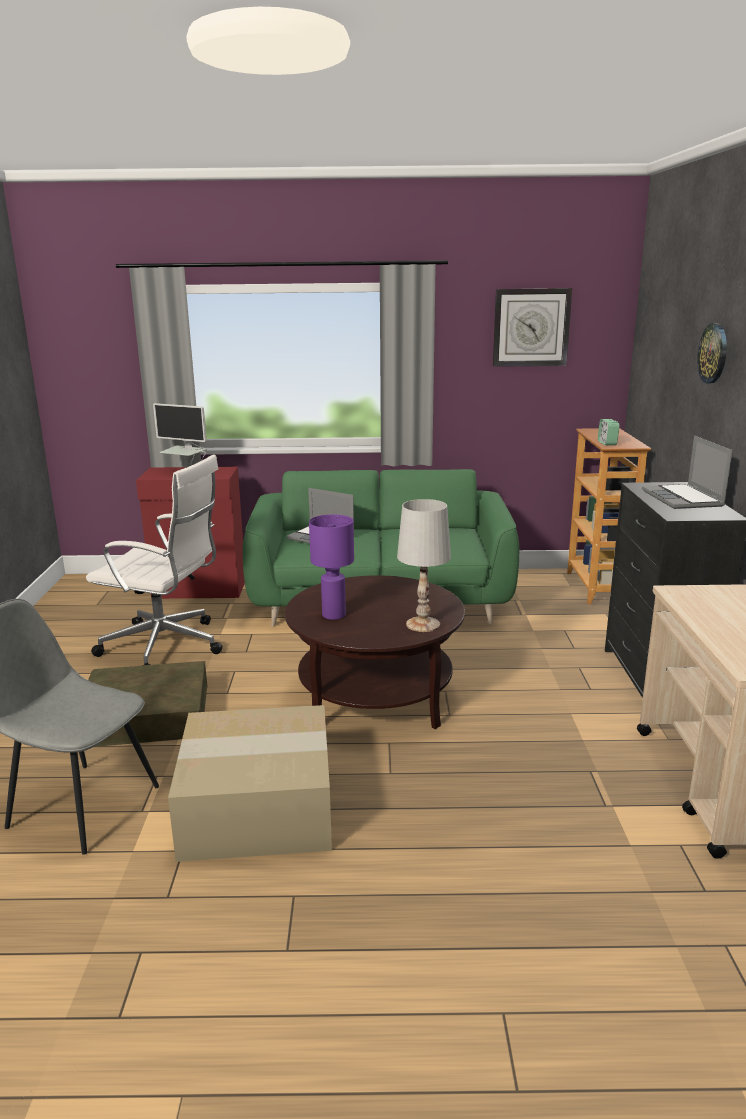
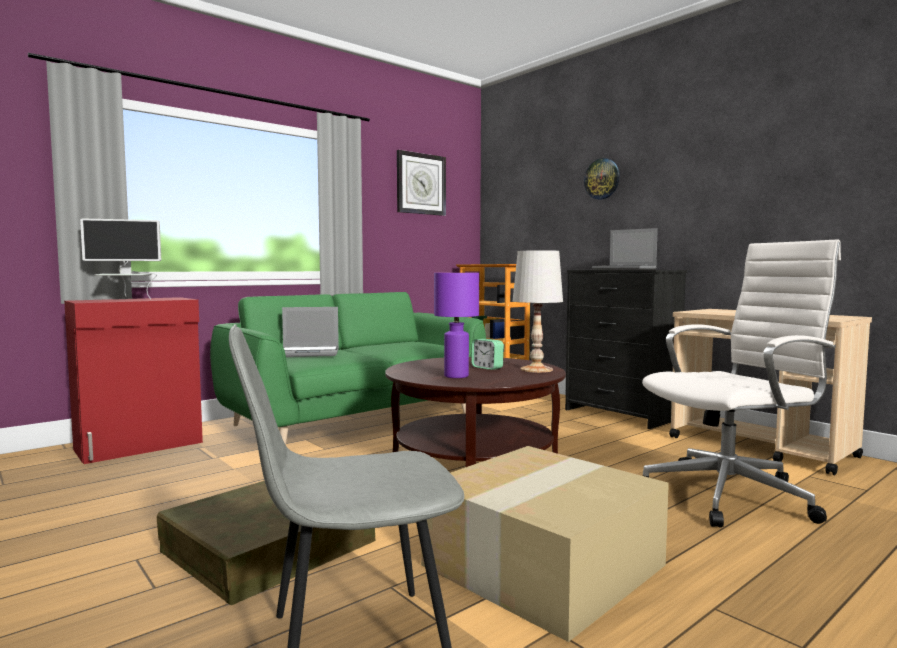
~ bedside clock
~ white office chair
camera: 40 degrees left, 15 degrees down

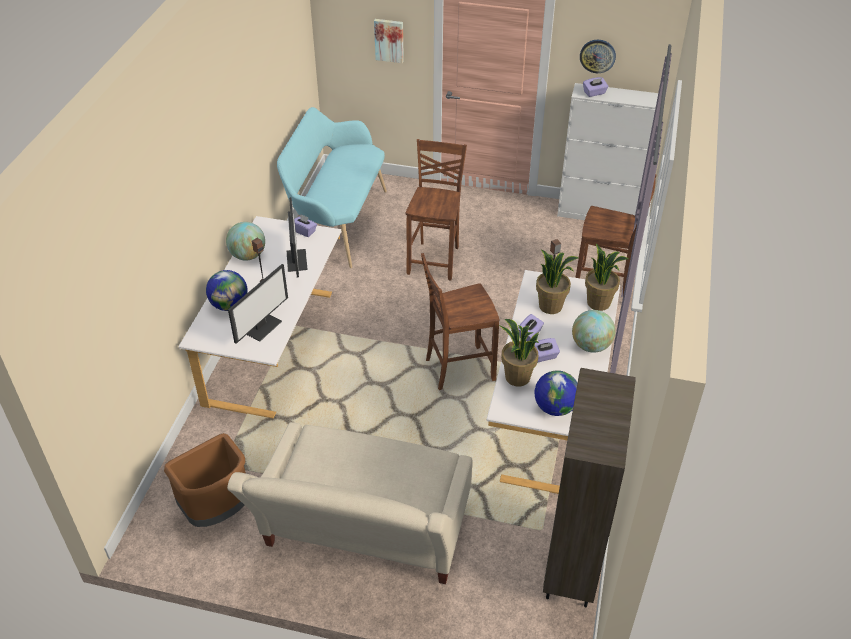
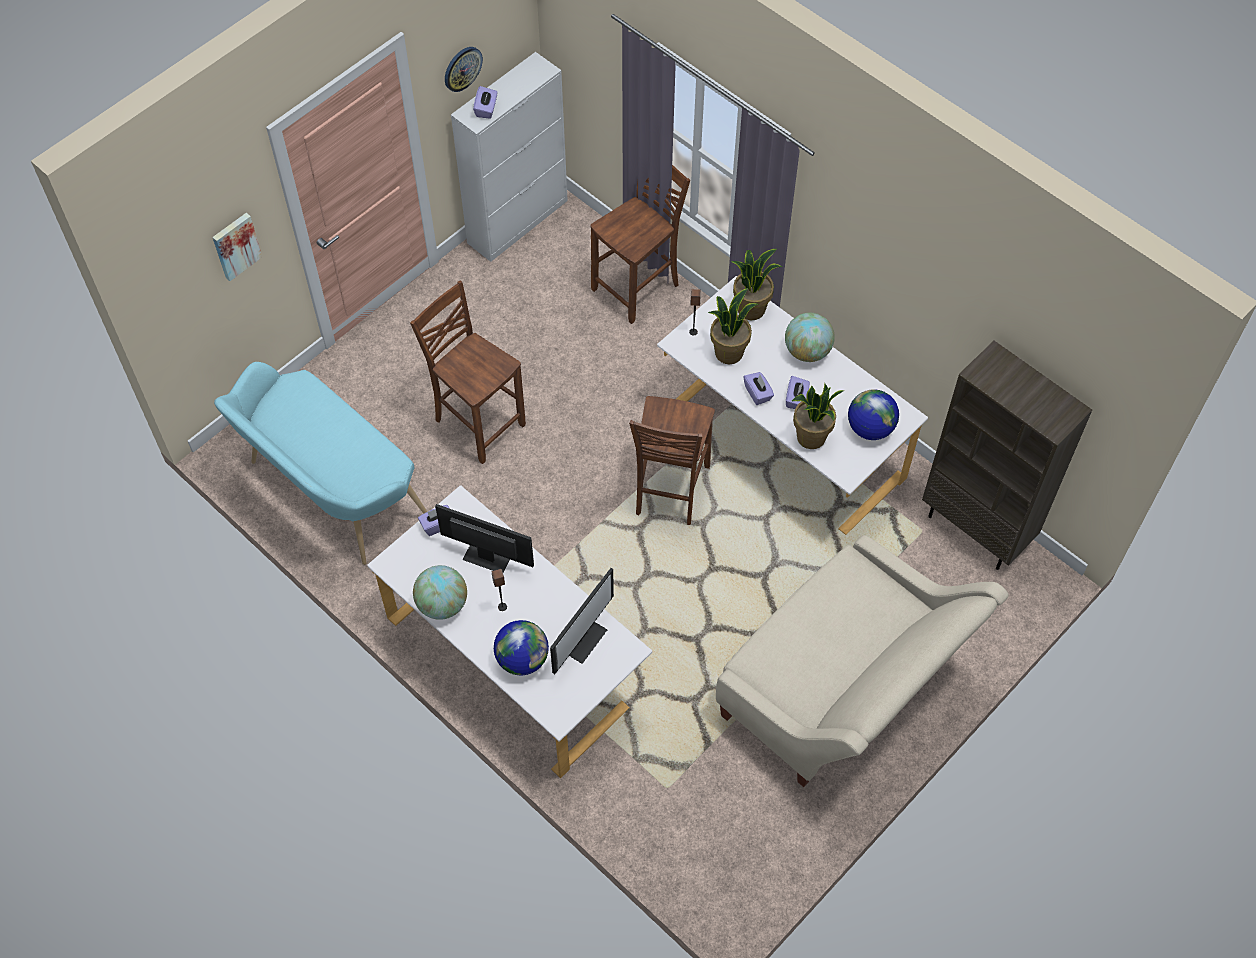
~ monitor (1st from left in the first image) 60 degrees clockwise
- brown-coloured trash can
camera: 60 degrees left, 15 degrees up

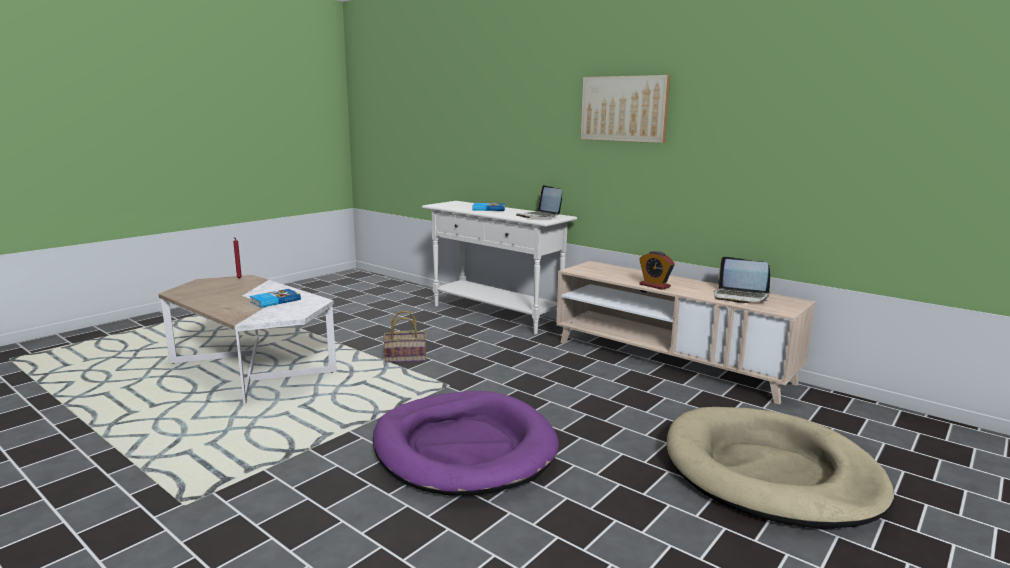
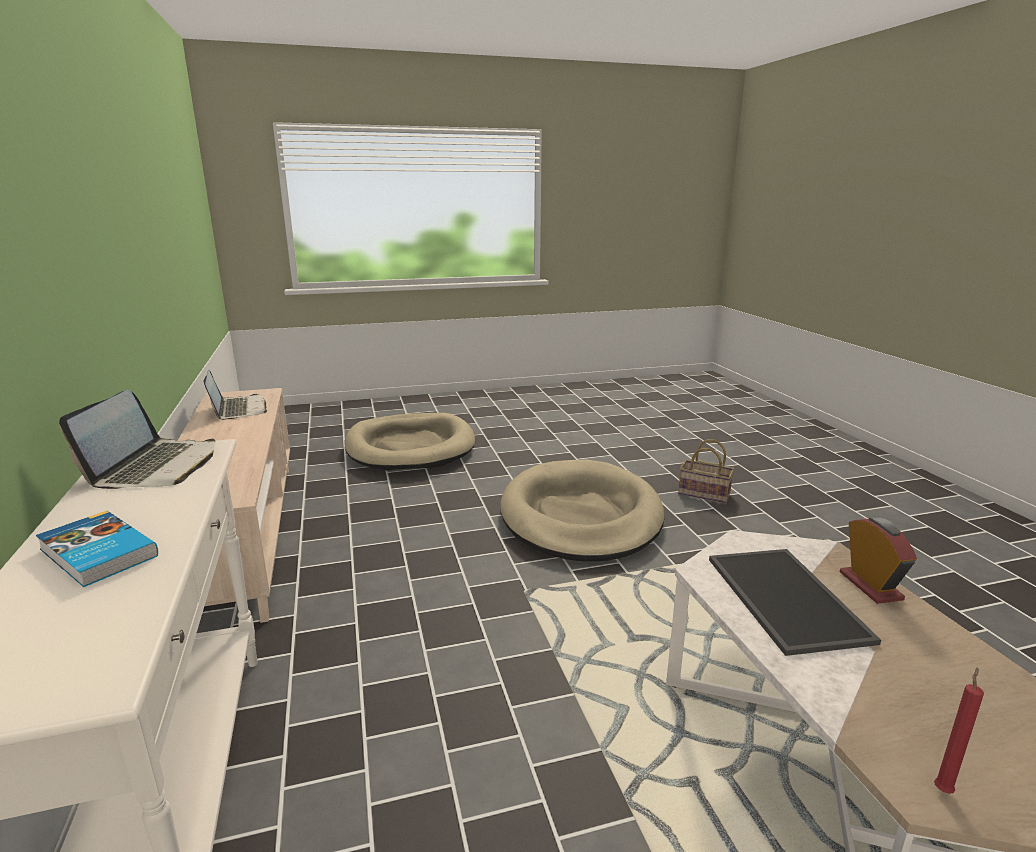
- picture
~ bedside clock
~ volume (1st from left) to tray
~ basket
~ purple dog bed to sand-coloured dog bed (2nd from left)
camera: 145 degrees left, 5 degrees up

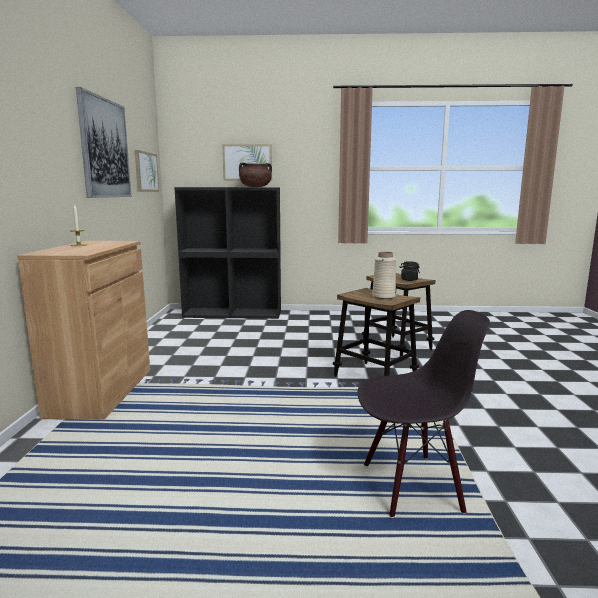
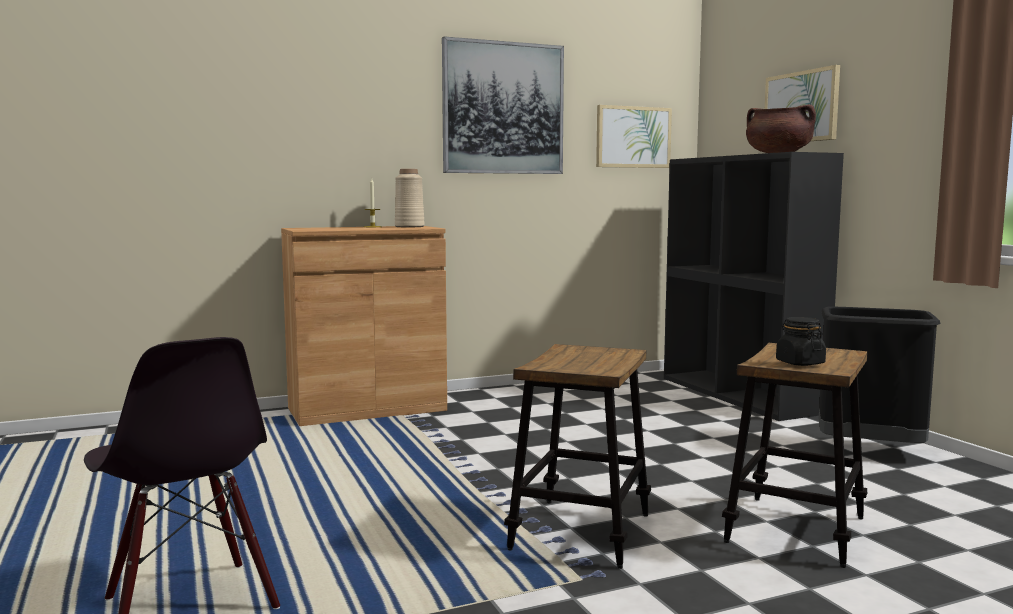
~ sand-coloured flower vase
+ black-coloured trash can
camera: 65 degrees right, 5 degrees down

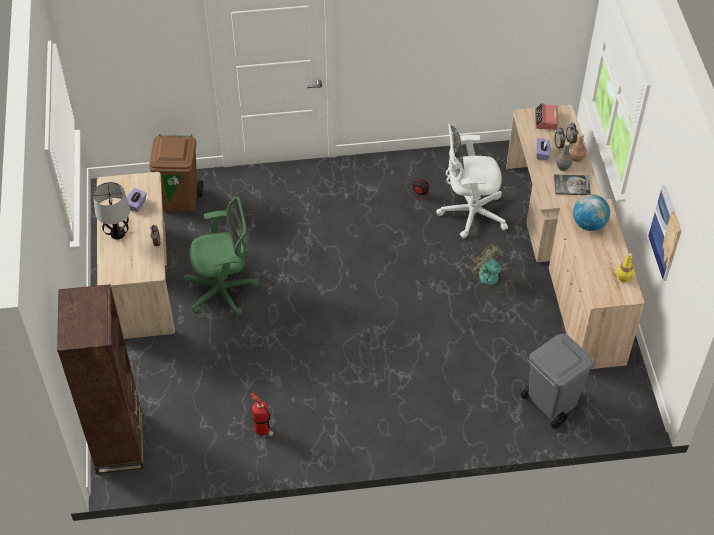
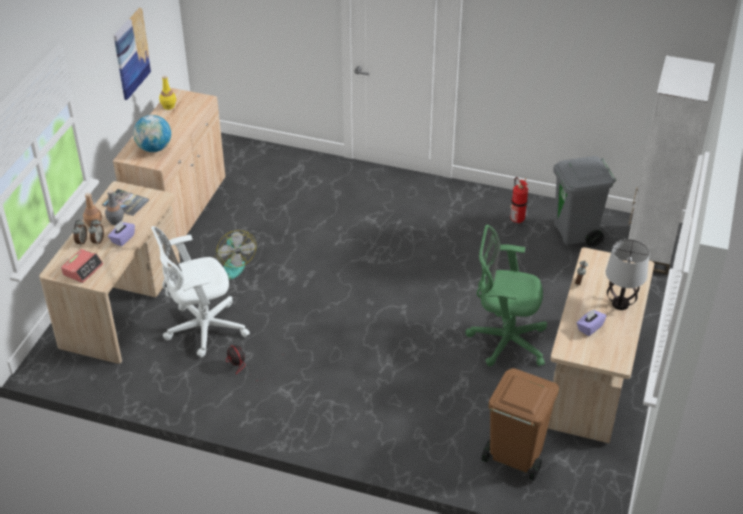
~ white office chair 135 degrees clockwise
~ brown-coloured bookcase to white bookcase
~ grey trash can
camera: 155 degrees left, 10 degrees down

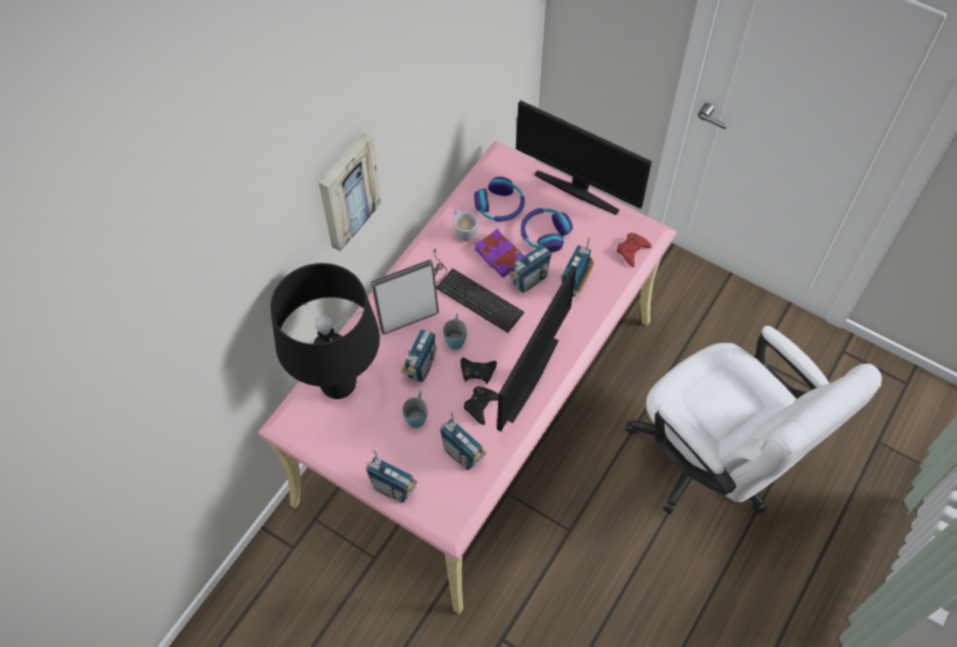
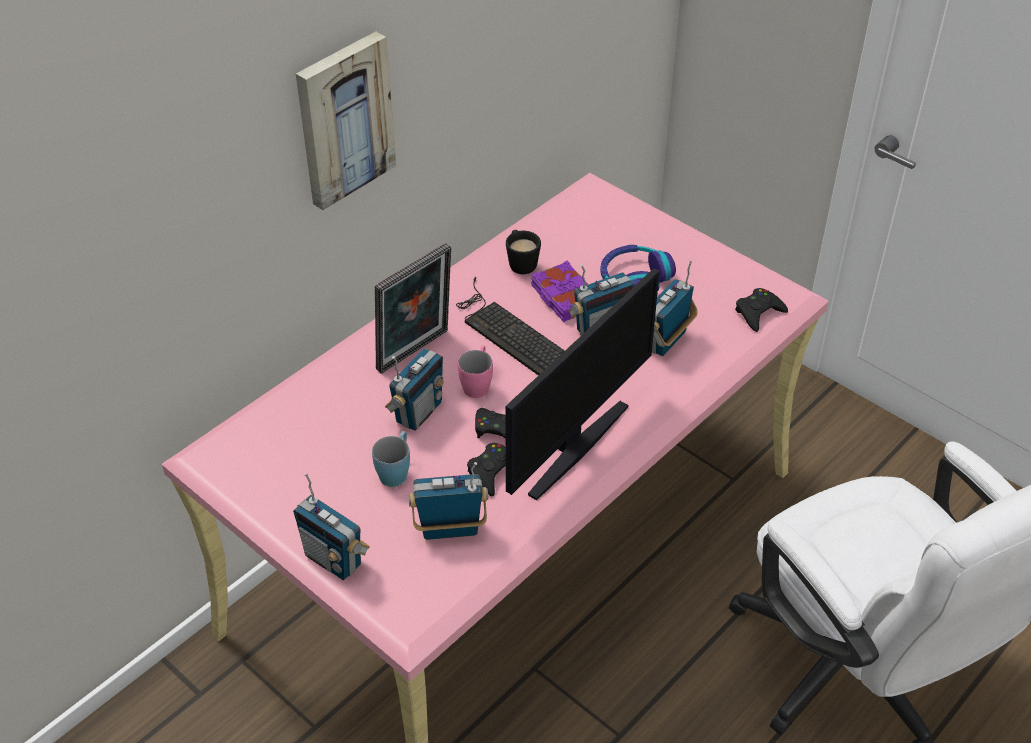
- monitor (2nd from left)
- headphones (1st from left)
~ white mug to black-coloured mug
~ red game controller to black-coloured game controller (3rd from left)
~ picture frame 150 degrees clockwise
- black-coloured tabletop lamp
~ blue mug (2nd from left) to pink mug
~ radio set (3rd from left) 120 degrees clockwise
camera: 10 degrees right, 15 degrees down

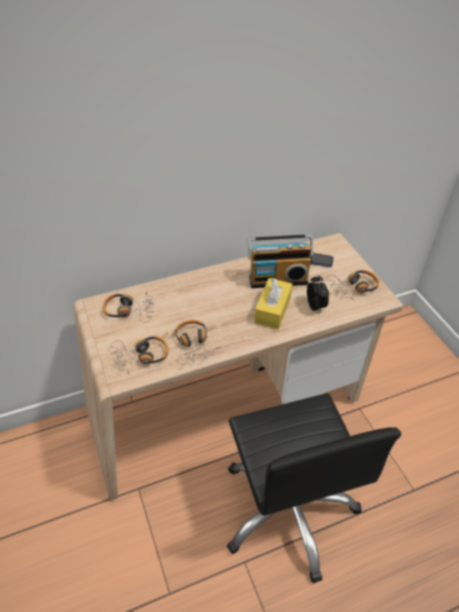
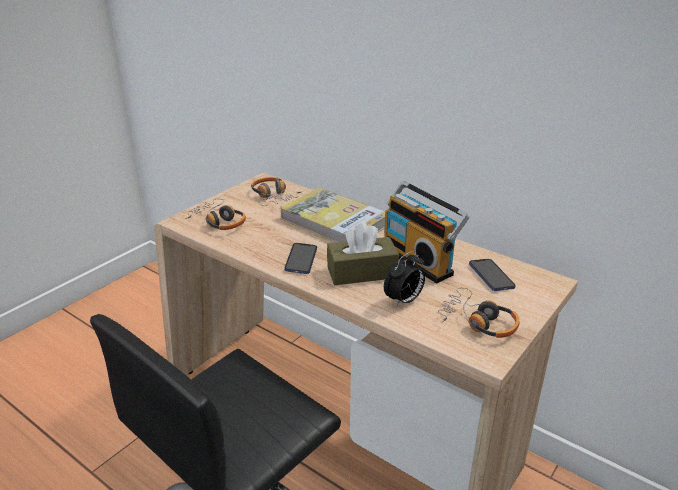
~ yellowish tissue box to brown-coloured tissue box
- headphones (3rd from left)
+ volume
+ handset (1st from left)
camera: 60 degrees right, 15 degrees down

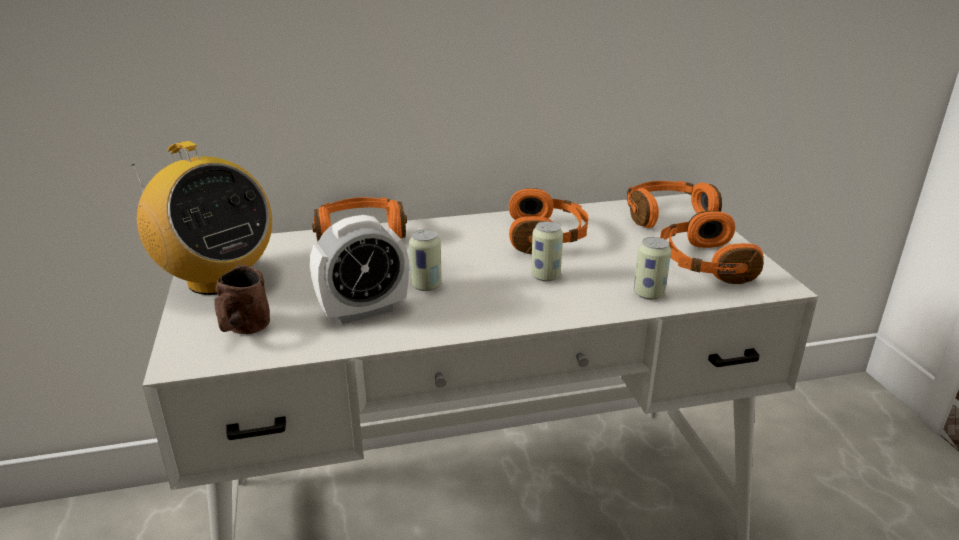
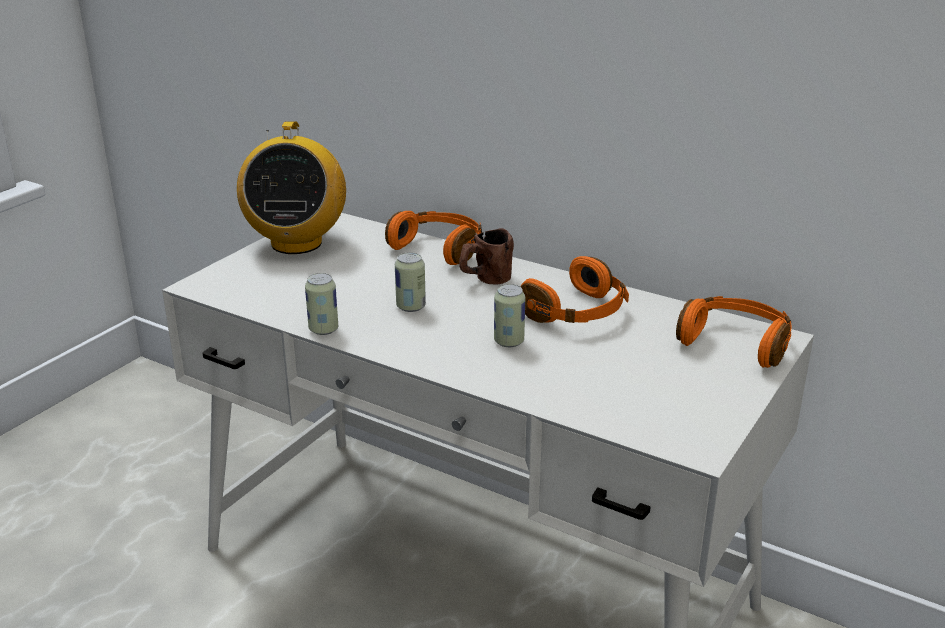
- orangey headphones (4th from left)
- bedside clock
~ sealed can (3rd from left in the first image) to sealed can (1st from left)
~ brown-coloured mug
camera: 45 degrees right, 0 degrees up

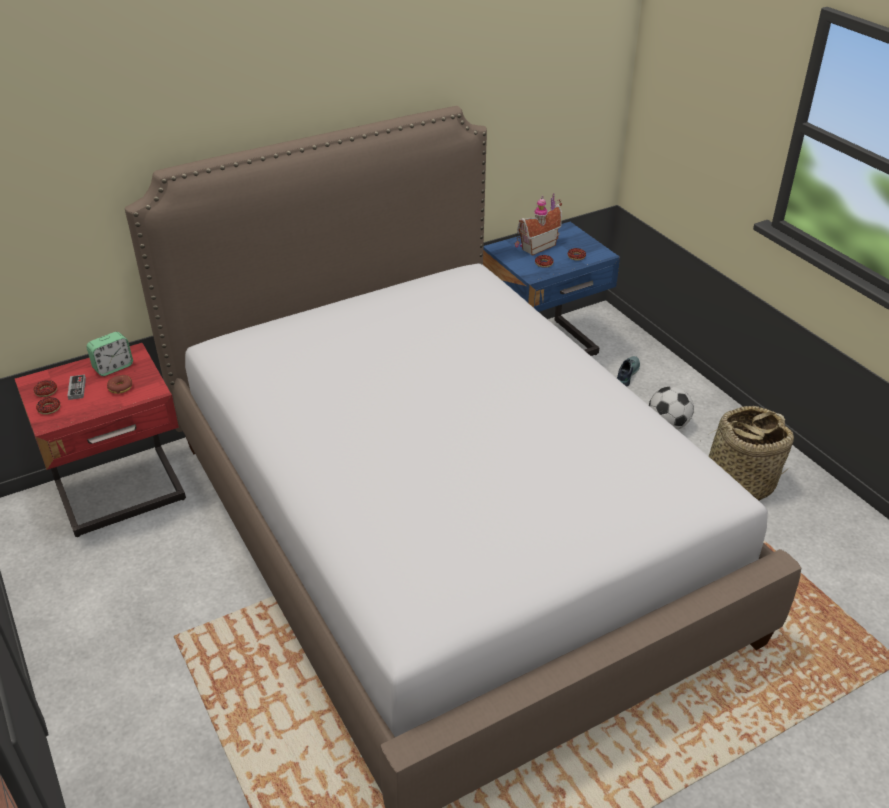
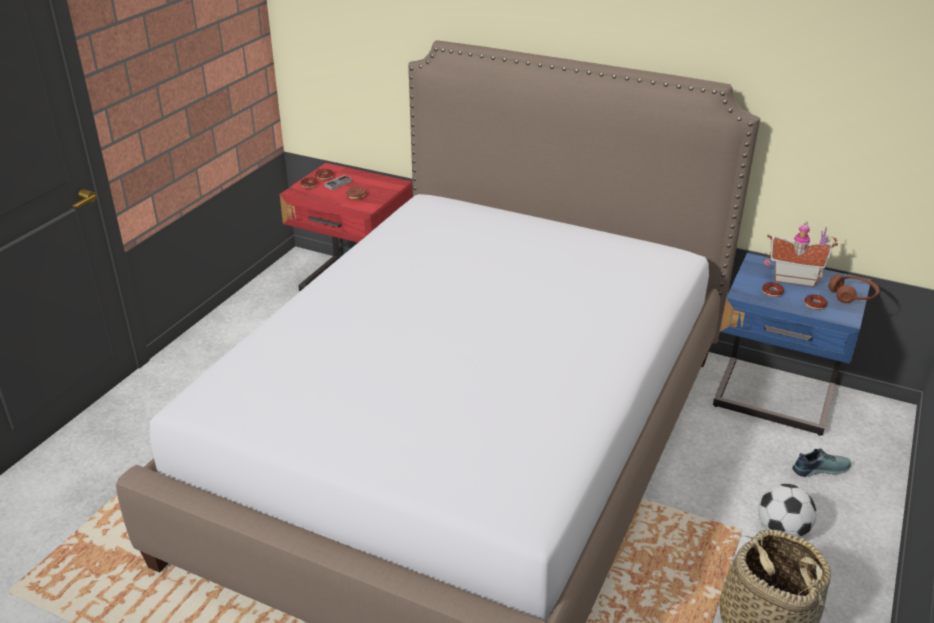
- bedside clock
+ brown-coloured headphones
camera: 55 degrees right, 5 degrees down

